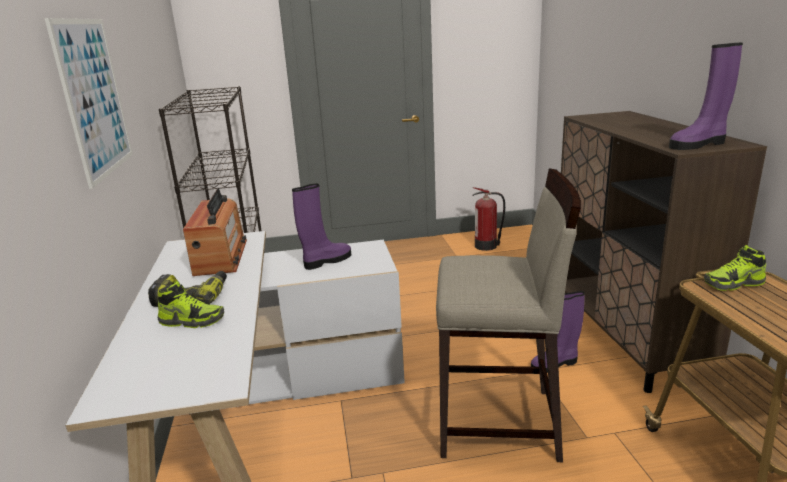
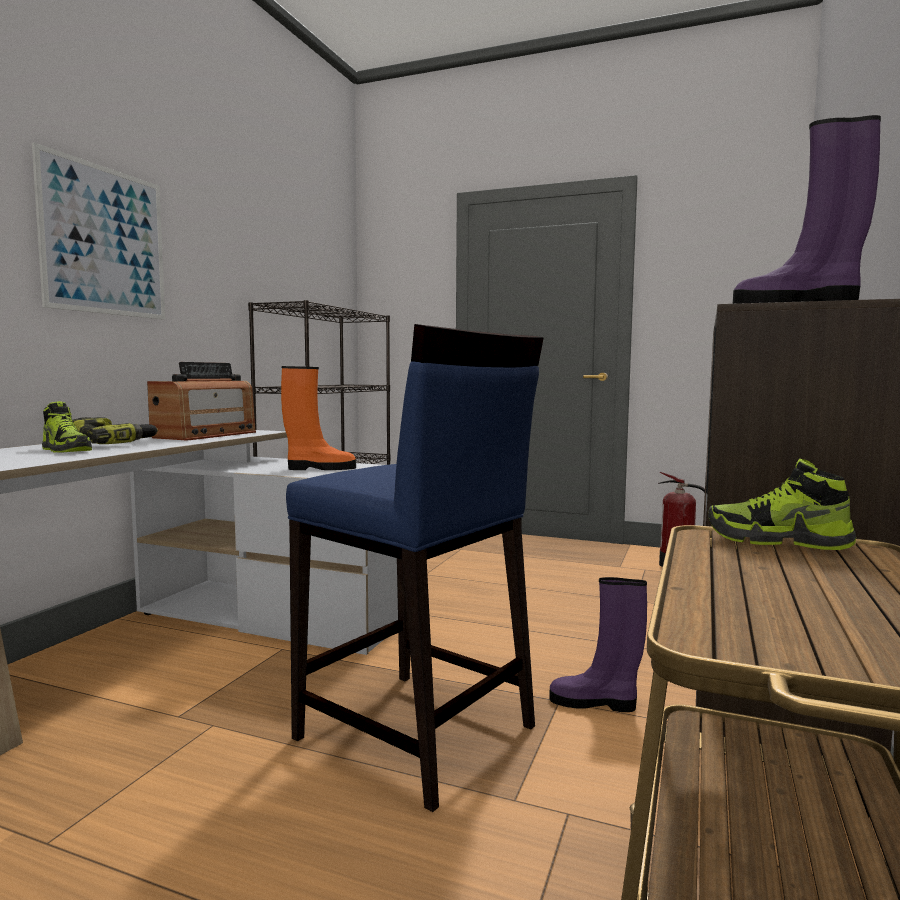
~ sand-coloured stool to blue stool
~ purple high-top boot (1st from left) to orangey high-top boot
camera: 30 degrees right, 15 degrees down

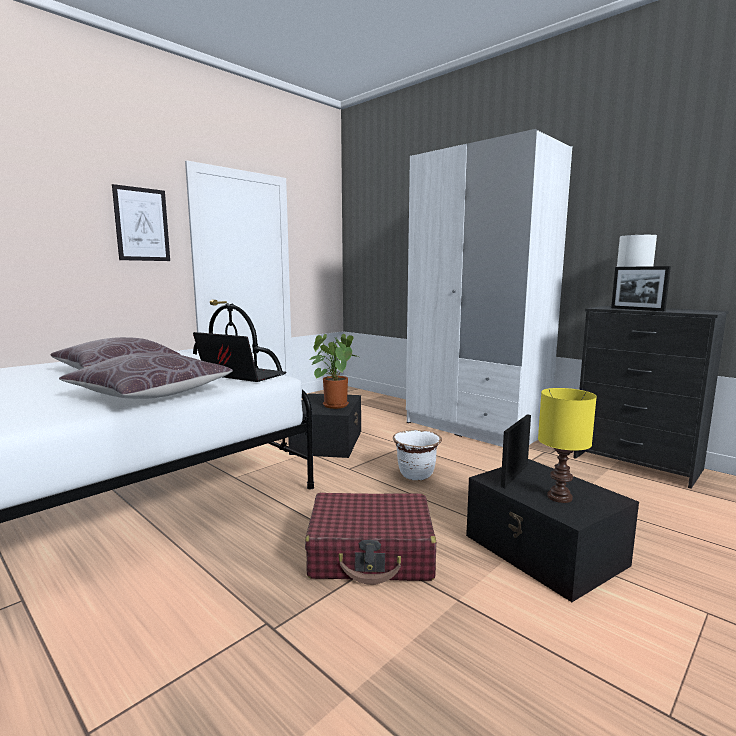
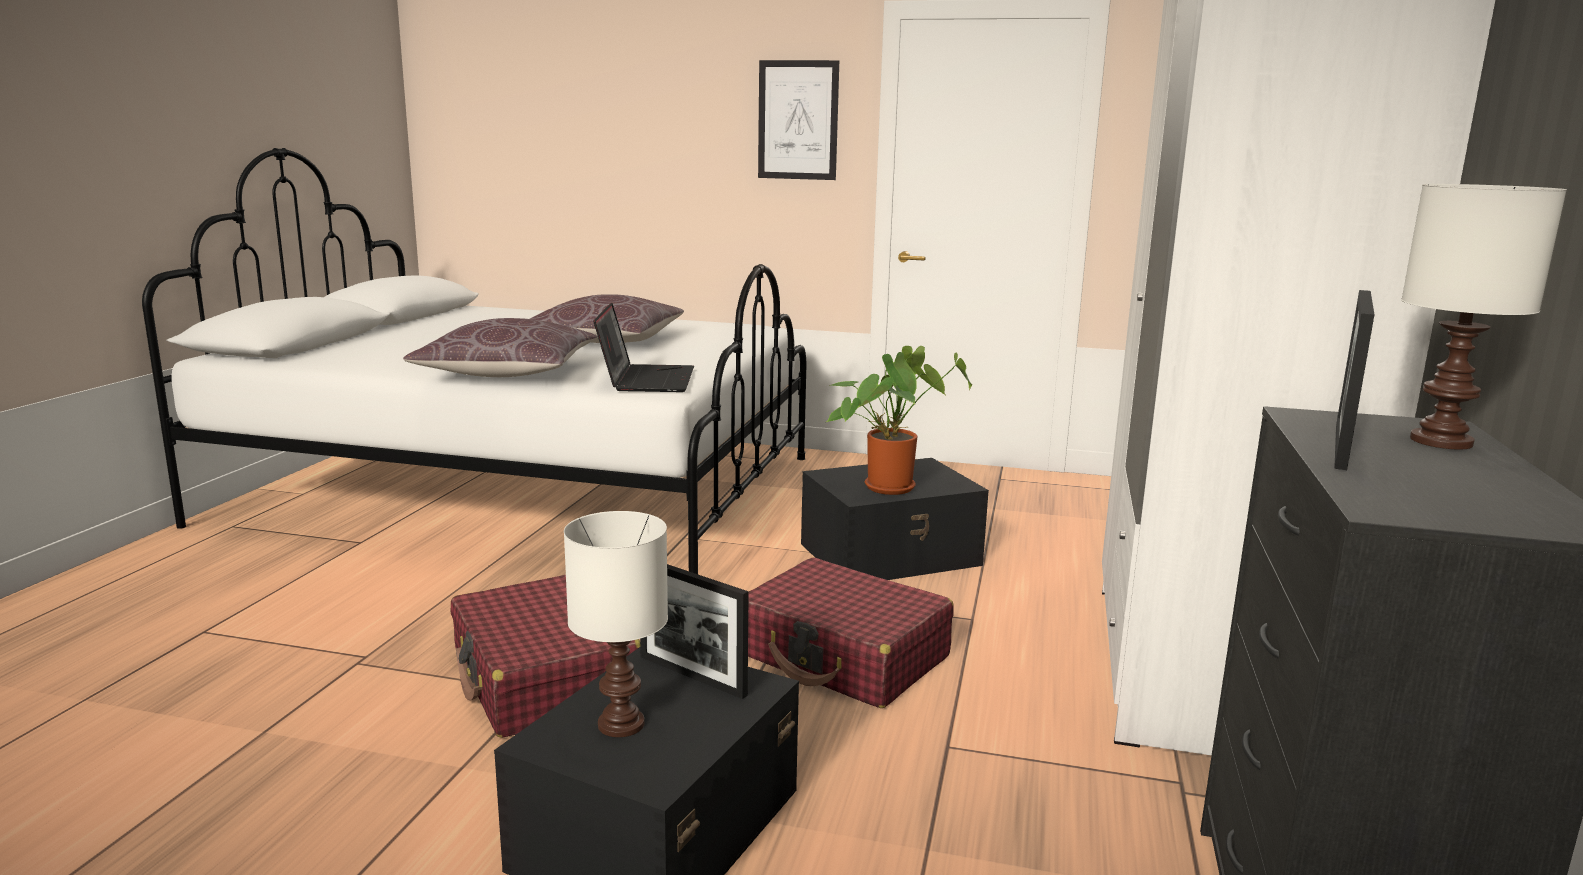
~ yellowish tabletop lamp to white tabletop lamp (1st from left)
~ picture frame (1st from left) 150 degrees counterclockwise
~ white planter to red piece of luggage (2nd from left)
camera: 60 degrees right, 5 degrees up

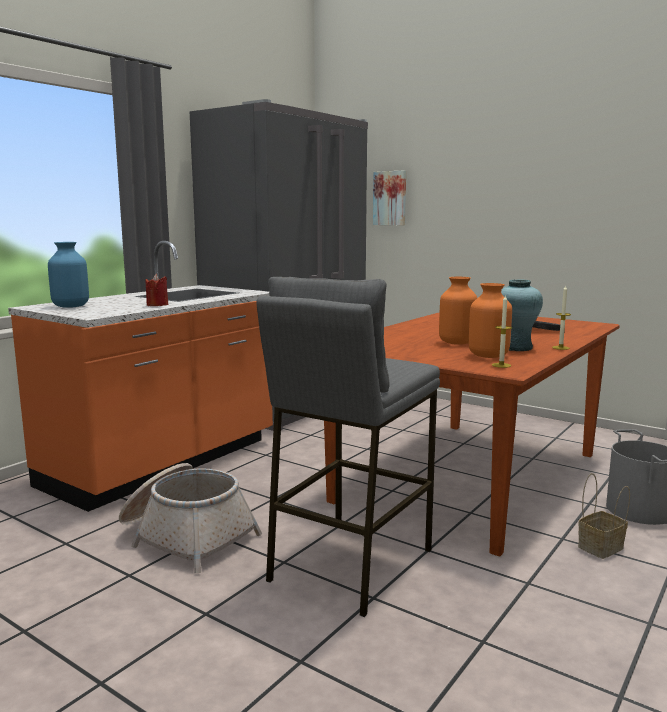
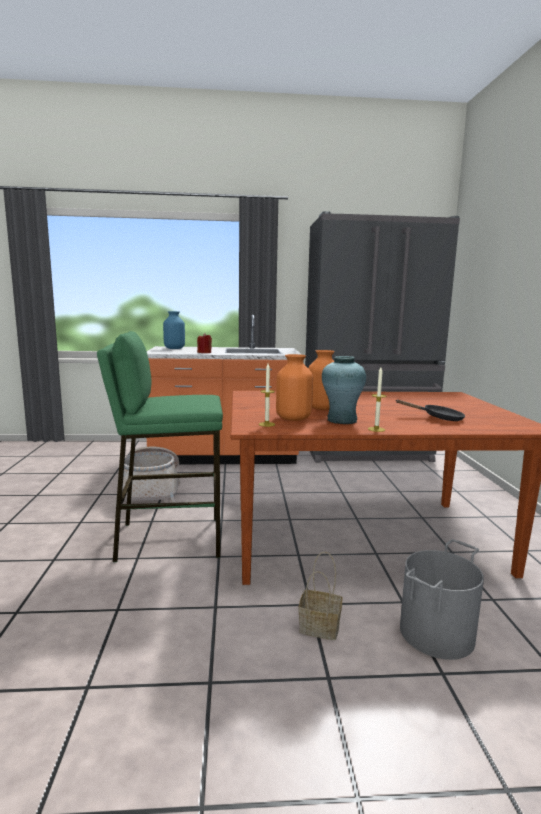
- picture
~ grey stool to greenish stool
camera: 50 degrees right, 0 degrees up

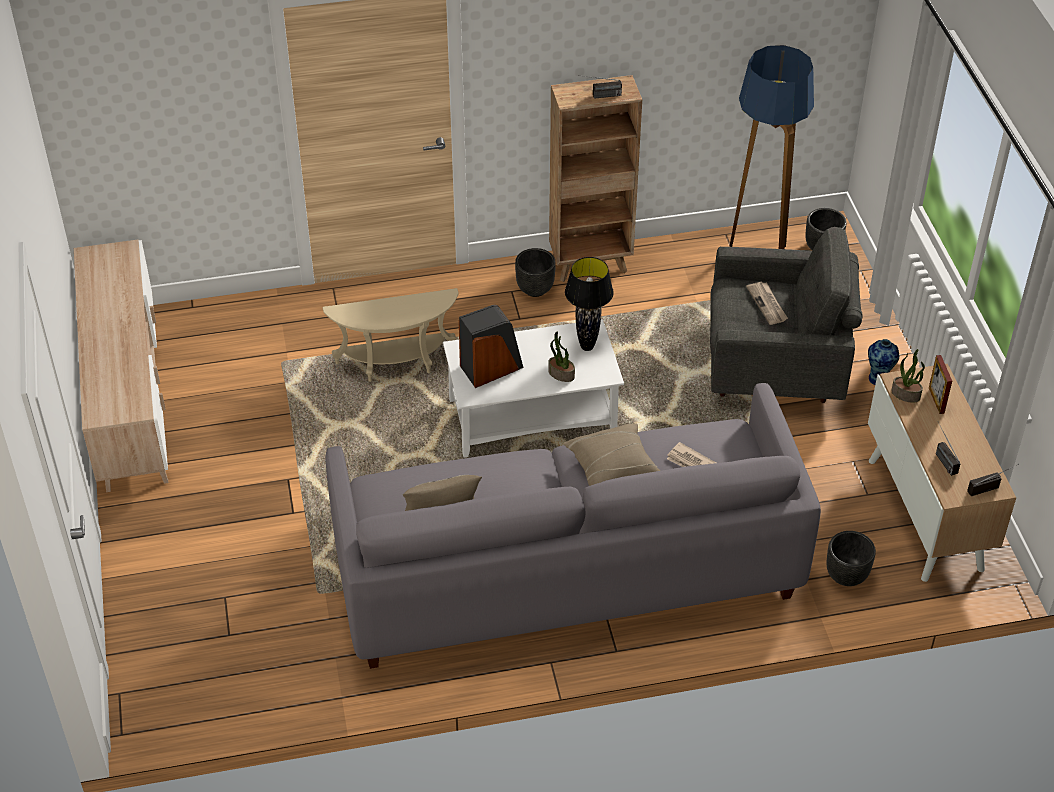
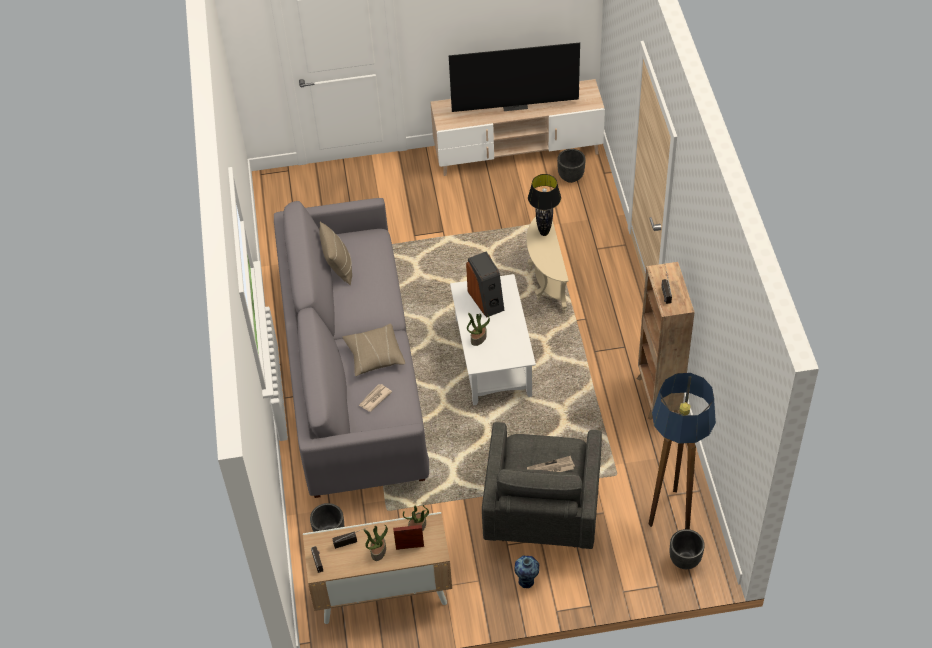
~ black-coloured planter (1st from left in the first image) to black-coloured planter (2nd from left)
~ black-coloured tabletop lamp
+ TV
+ plant in a pot (1st from left)
camera: 95 degrees right, 5 degrees up

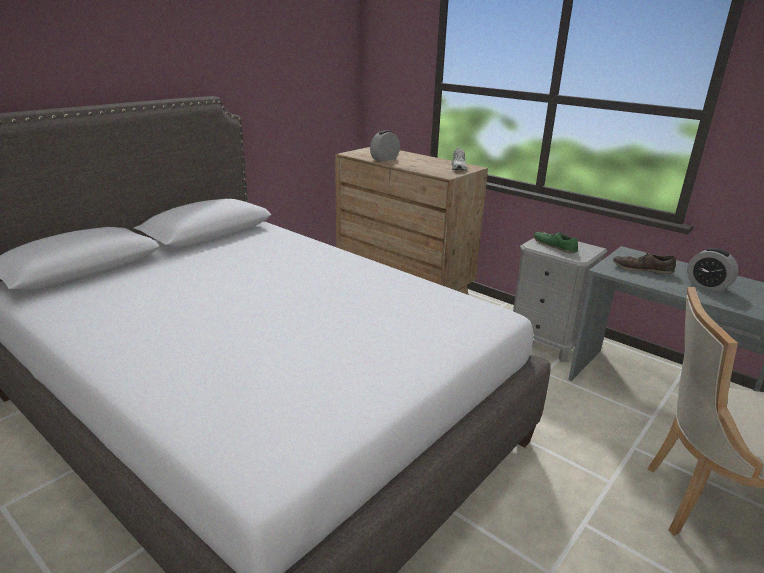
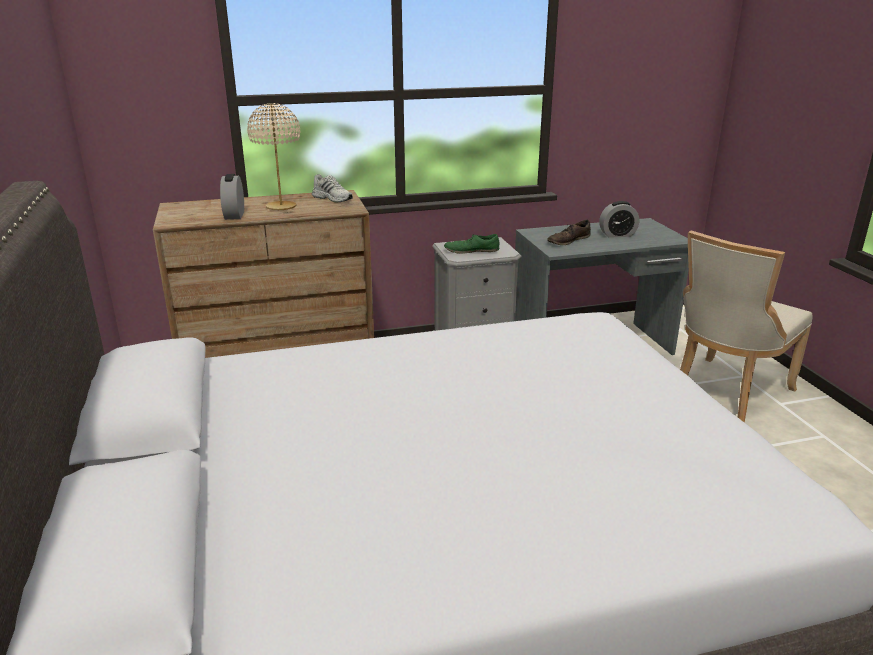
+ sand-coloured tabletop lamp
camera: 55 degrees left, 0 degrees up

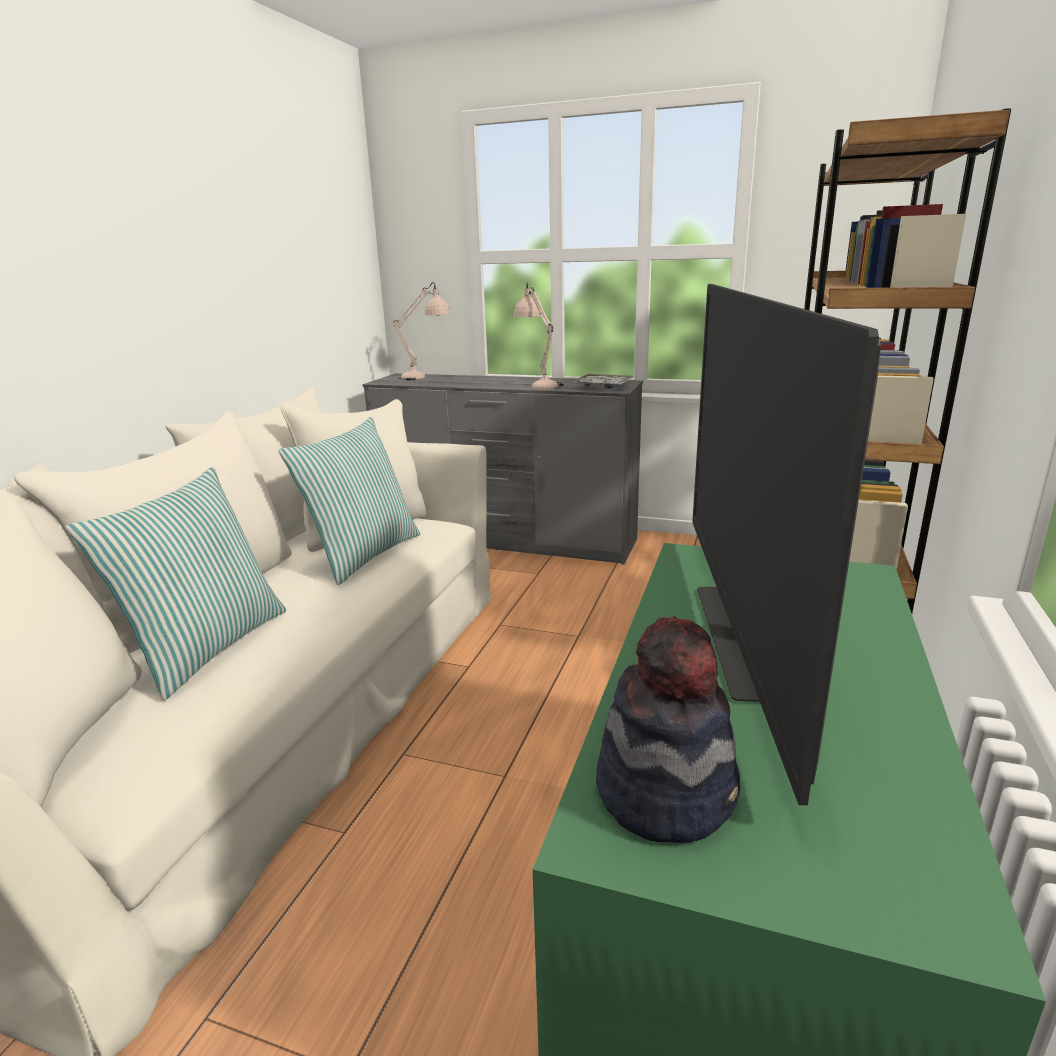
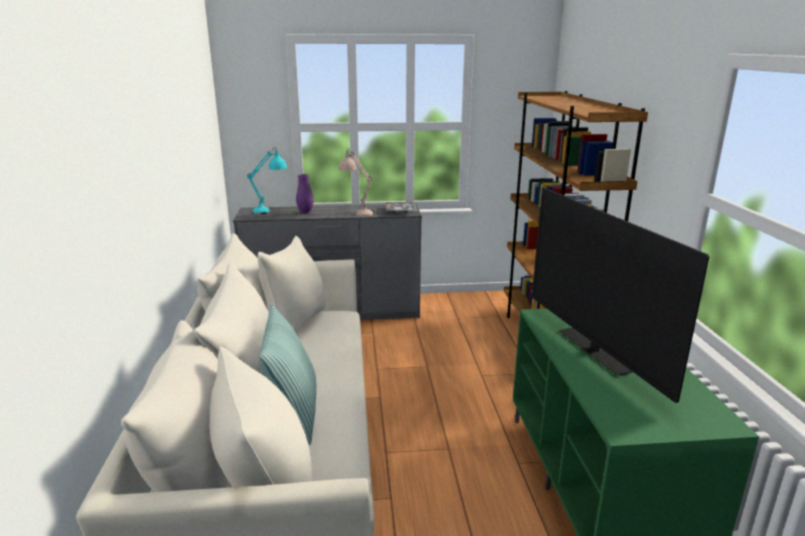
~ sand-coloured tabletop lamp (1st from left) to turquoise-coloured tabletop lamp
- pillow (2nd from left)
- clothing hat
+ purple flower vase
camera: 25 degrees left, 0 degrees up

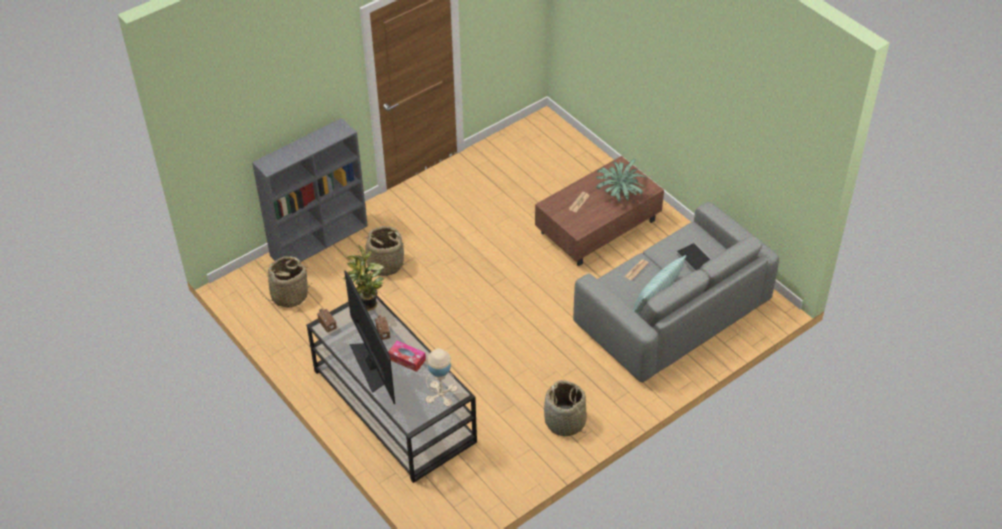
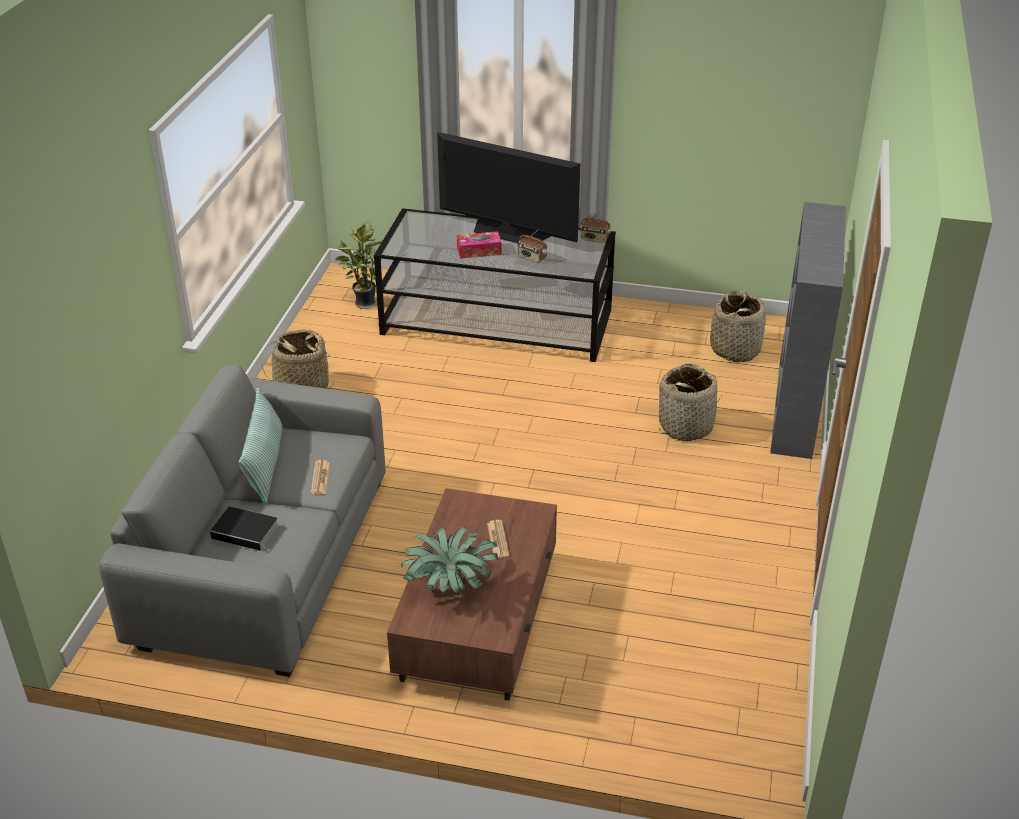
~ plant in a pot (1st from left)
- sand-coloured tabletop lamp
camera: 140 degrees right, 10 degrees down

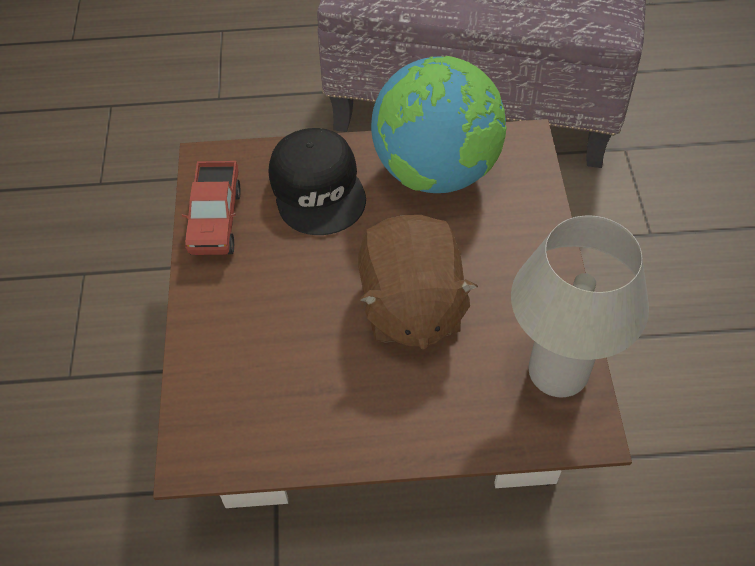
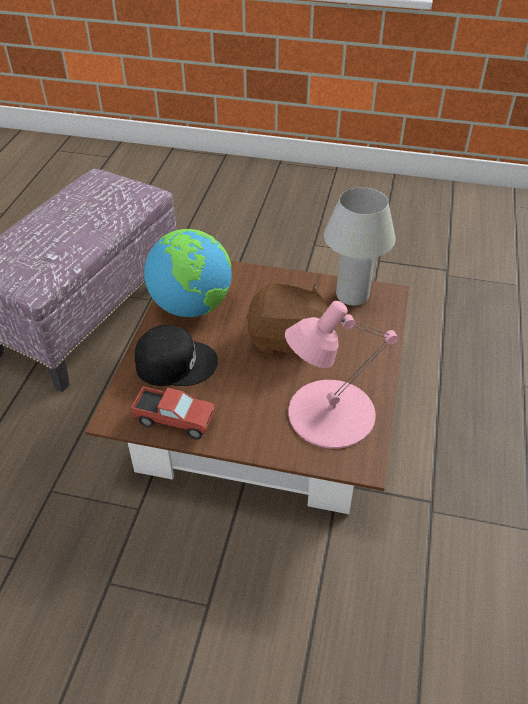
+ pink tabletop lamp
camera: 75 degrees left, 10 degrees down

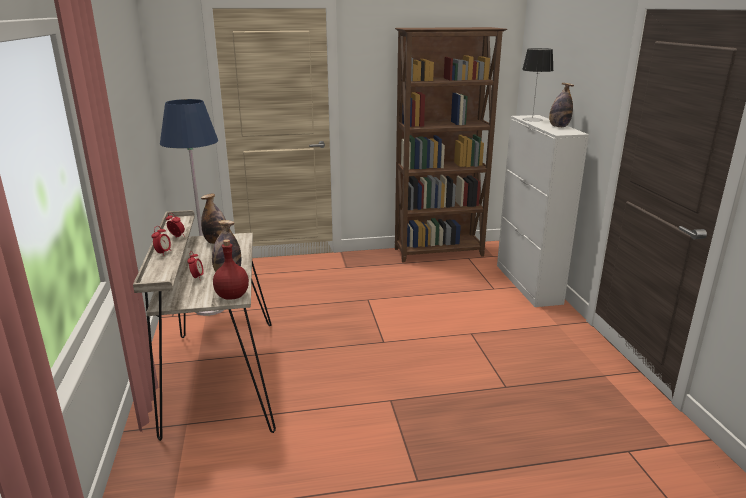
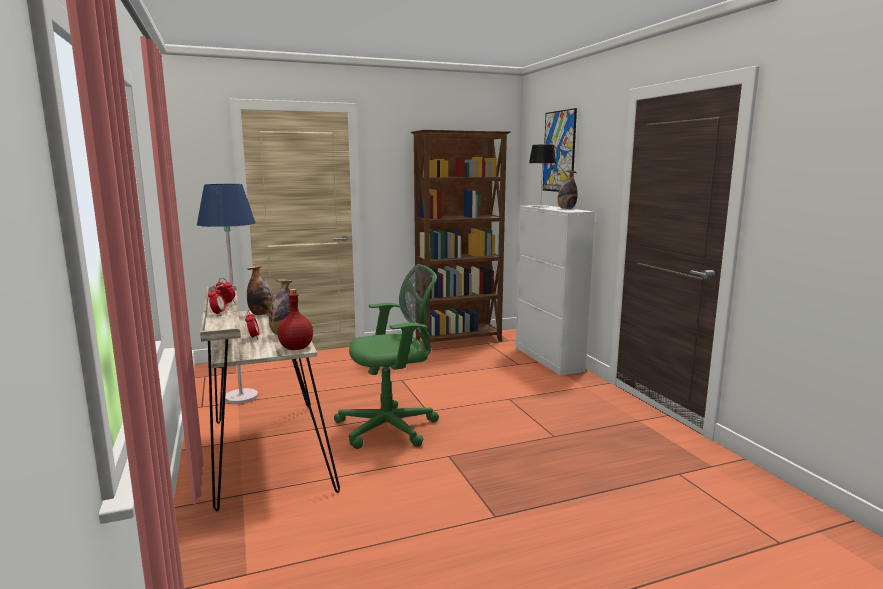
+ picture
+ greenish office chair
camera: 10 degrees left, 10 degrees down

